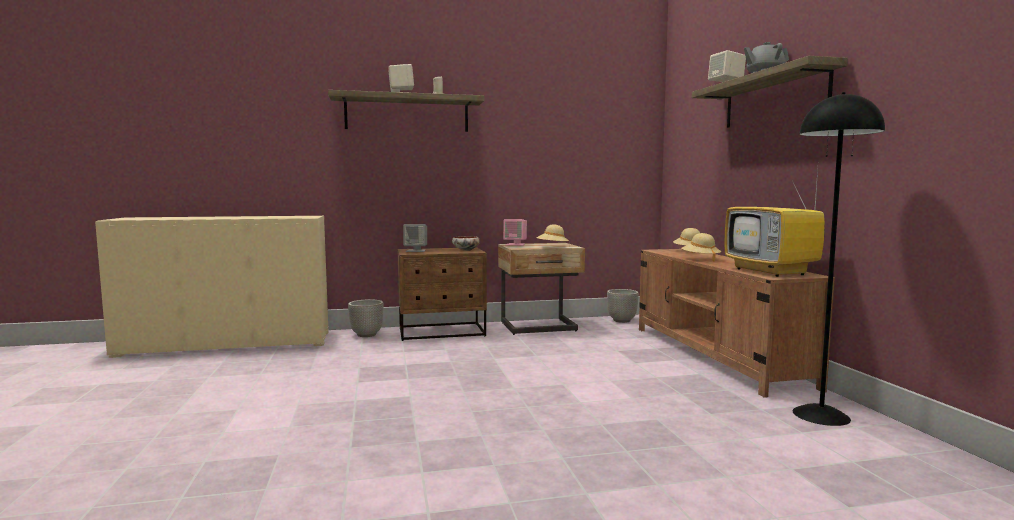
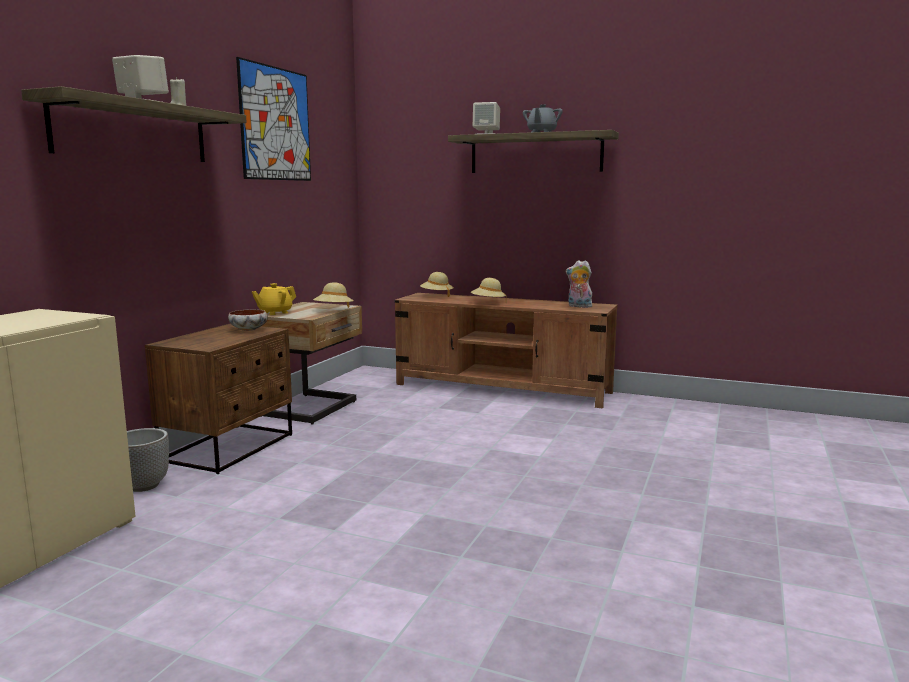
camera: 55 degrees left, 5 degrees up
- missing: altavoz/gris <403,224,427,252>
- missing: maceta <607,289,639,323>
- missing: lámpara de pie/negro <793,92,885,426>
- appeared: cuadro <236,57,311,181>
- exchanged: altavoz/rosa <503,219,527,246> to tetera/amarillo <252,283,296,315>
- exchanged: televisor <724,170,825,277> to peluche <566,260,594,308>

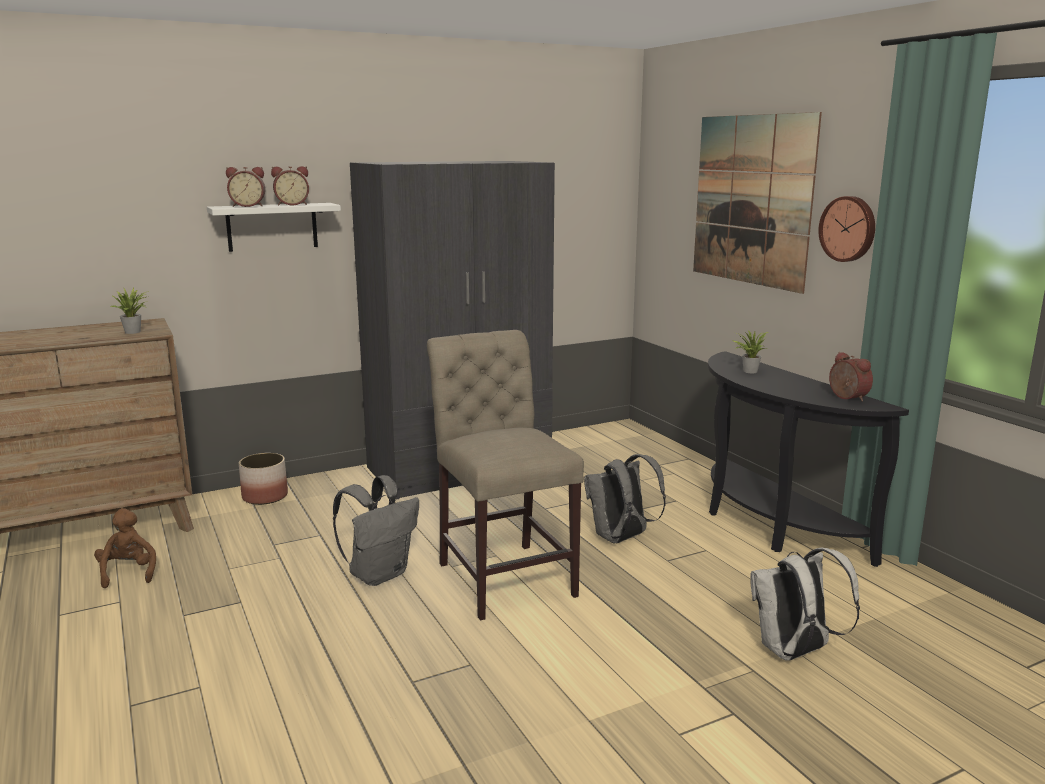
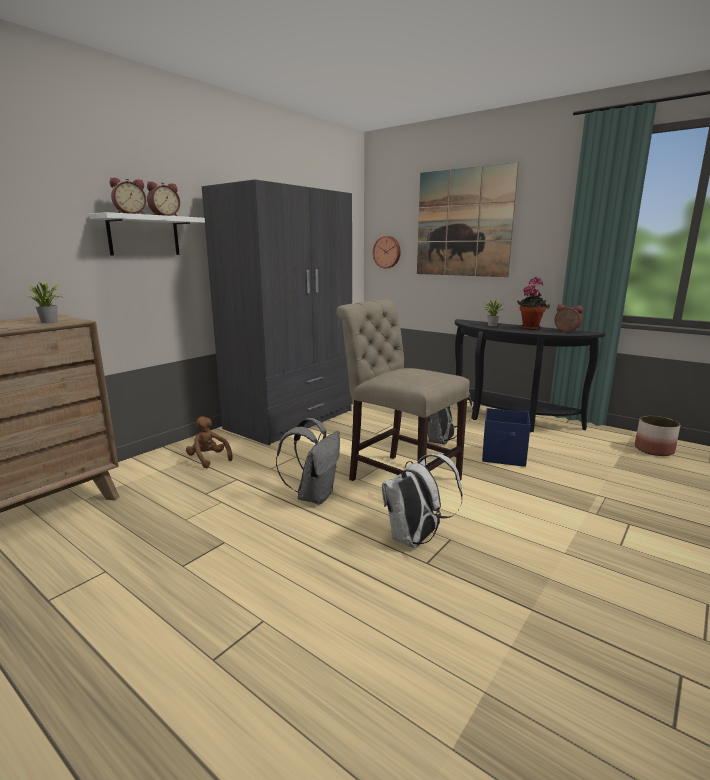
camera: 25 degrees left, 0 degrees up
- appeared: caja de almacenaje/azul <482,408,531,467>
- appeared: planta en maceta <517,277,550,330>
- relocated: peluche/marrón <94,508,156,588> to <186,416,233,468>
- relocated: maceta <239,453,288,505> to <635,416,680,456>
- relocated: mochila/blanco <750,548,860,661> to <382,454,463,548>
- relocated: reloj de pared <818,196,875,262> to <373,236,401,268>

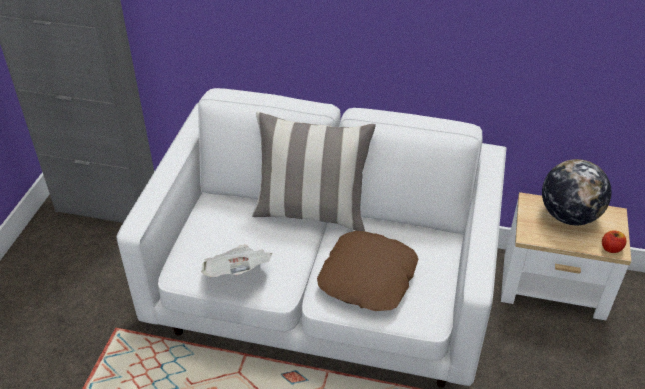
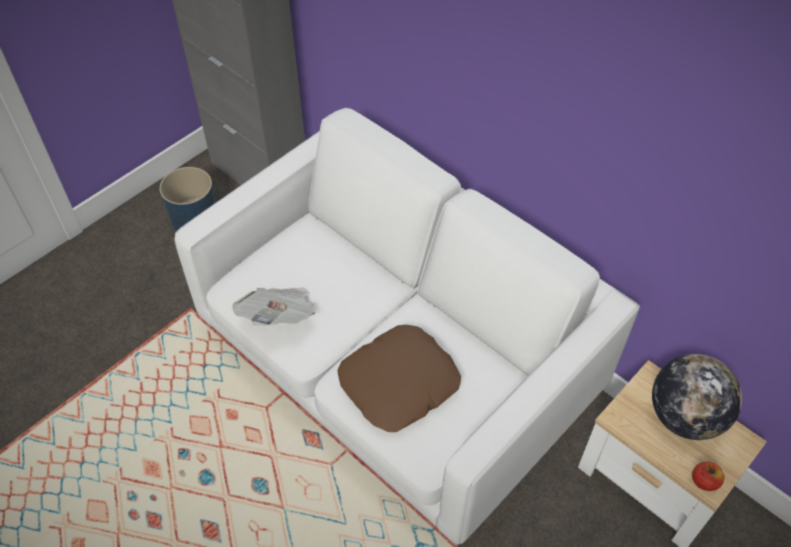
camera: 30 degrees right, 10 degrees up
- missing: cojín <252,112,376,231>
- appeared: maceta/azul <159,167,216,231>

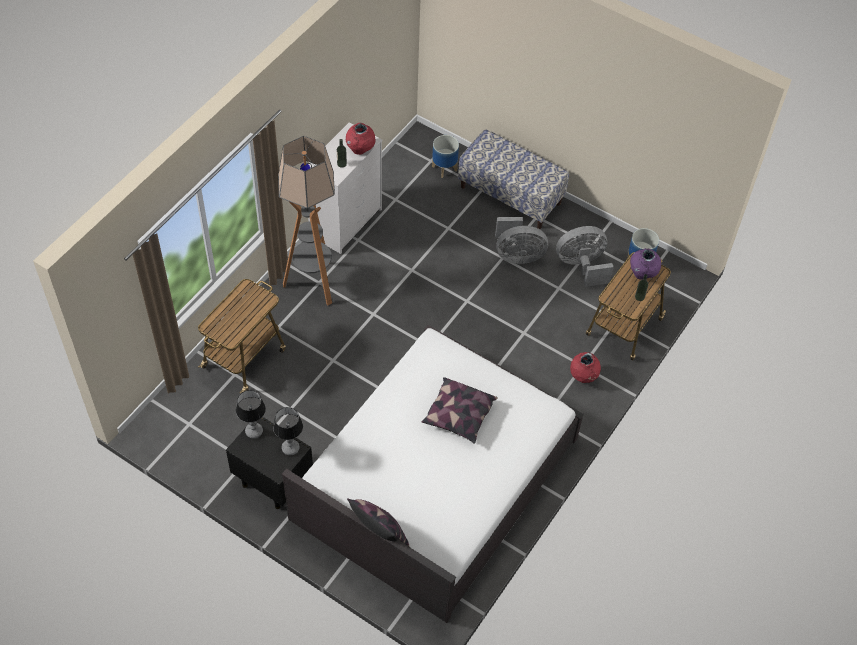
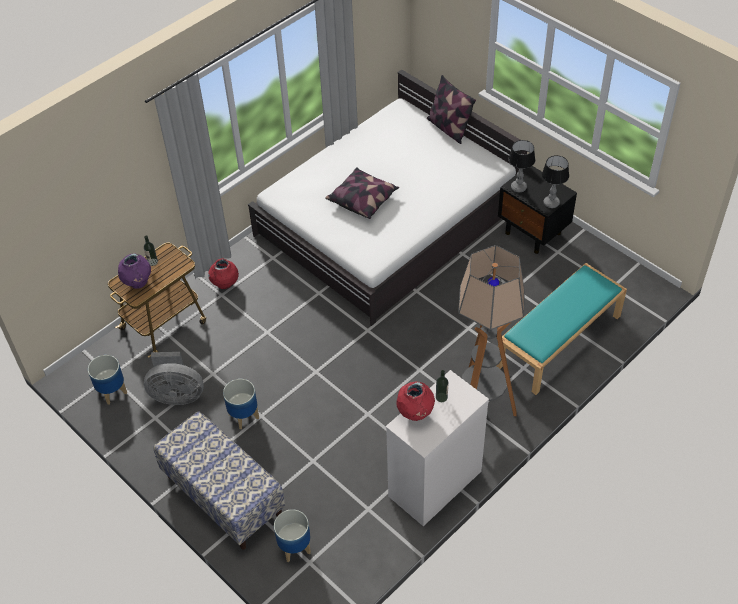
camera: 165 degrees left, 5 degrees down
- exchanged: carrito <198,279,286,393> to banco/turquesa <496,263,627,395>
- exchanged: ventilador/gris <495,217,548,264> to maceta <223,379,259,429>

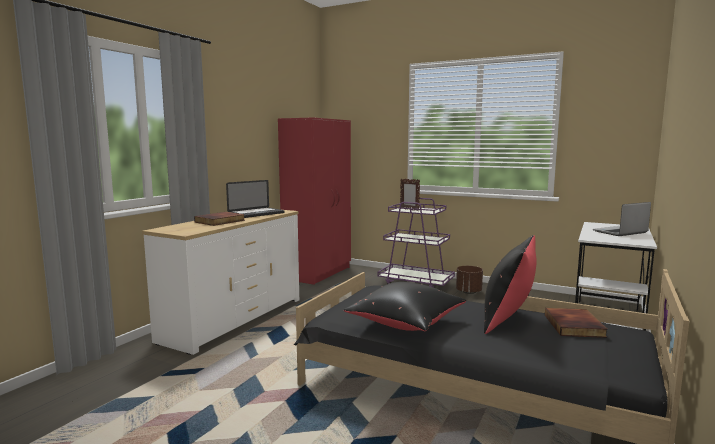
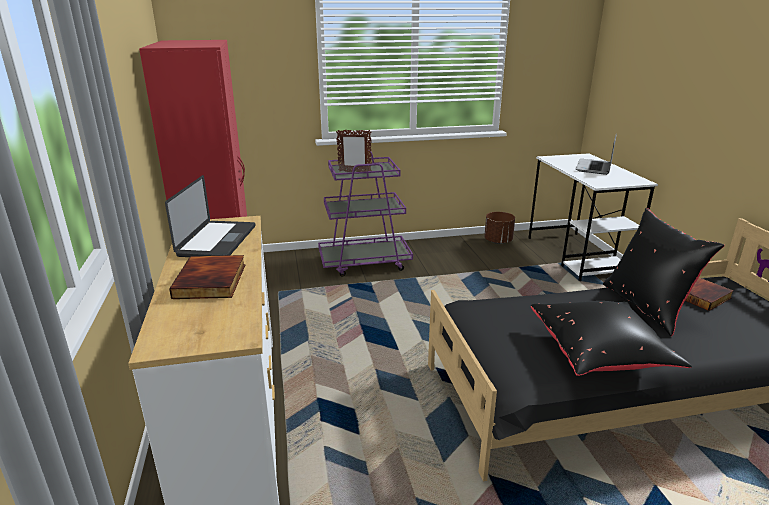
camera: 40 degrees left, 15 degrees up
- relocated: maceta/marrón <456,266,483,294> to <484,212,515,244>

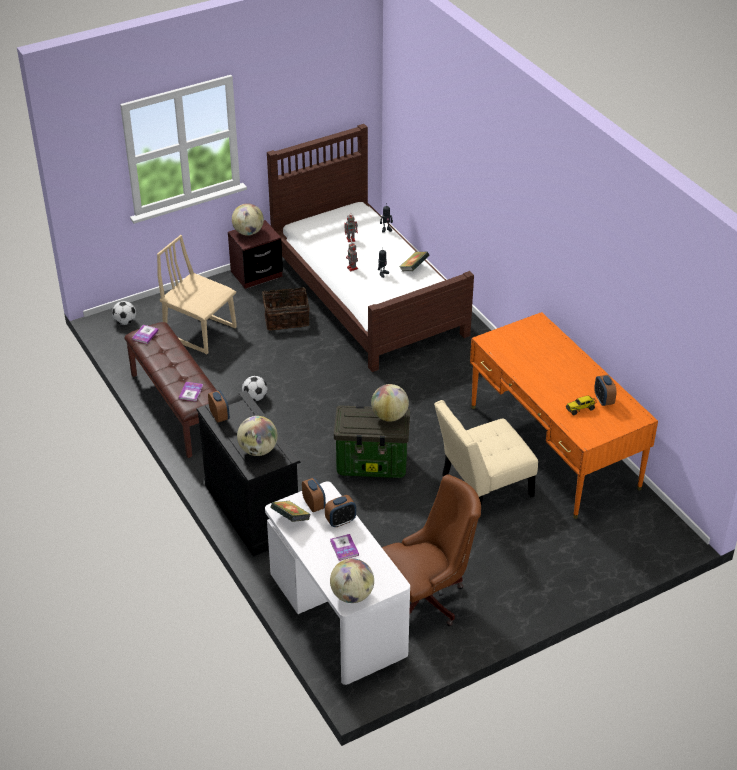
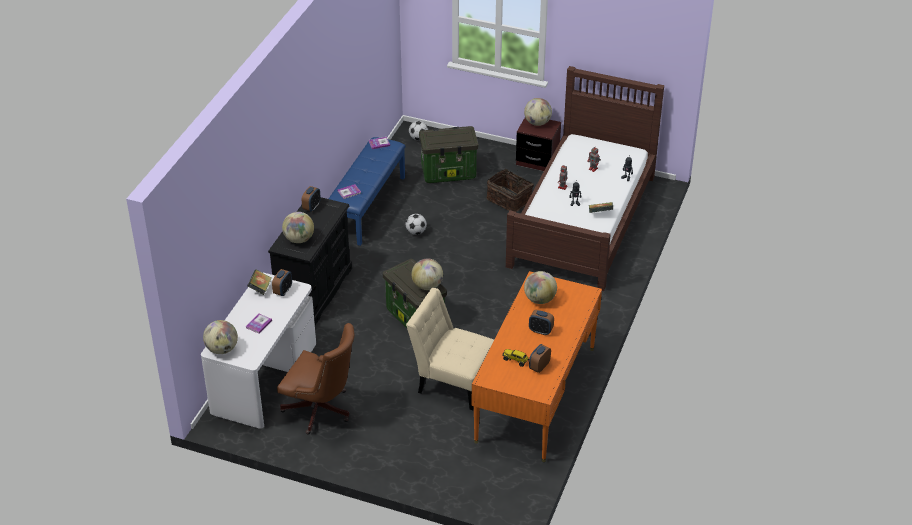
camera: 50 degrees right, 0 degrees up
- appeared: globo terráqueo <524,271,557,304>
- relocated: despertador <325,495,356,527> to <529,310,554,336>
- exchanged: silla/beis <157,235,237,354> to caja de almacenaje <419,126,478,183>
- colour: banco/marrón <124,322,217,458> to banco/azul <329,137,406,246>

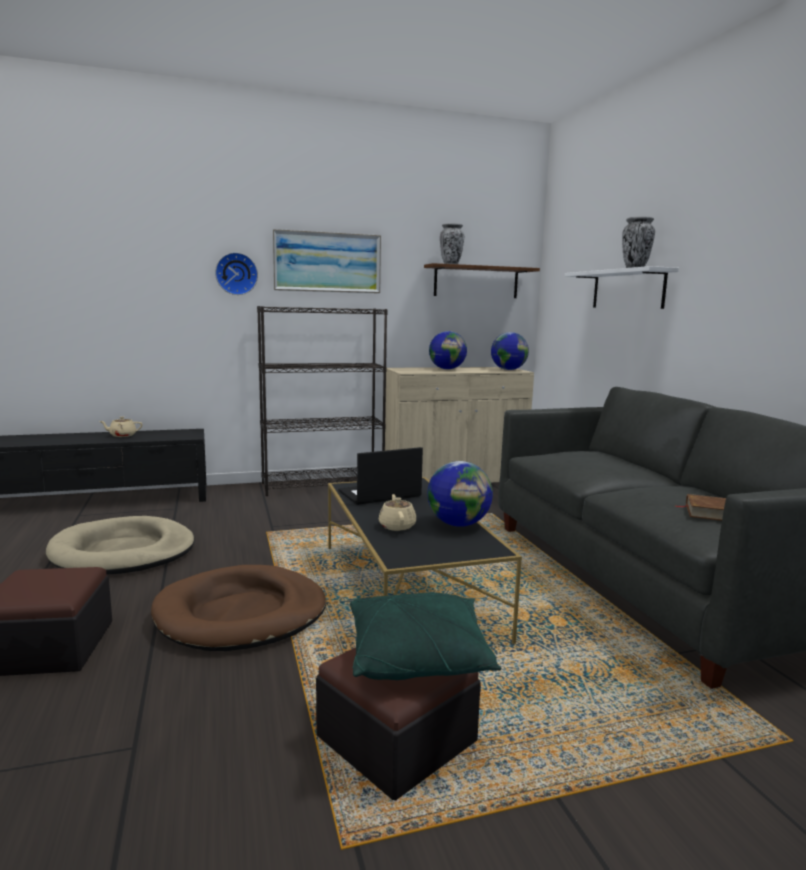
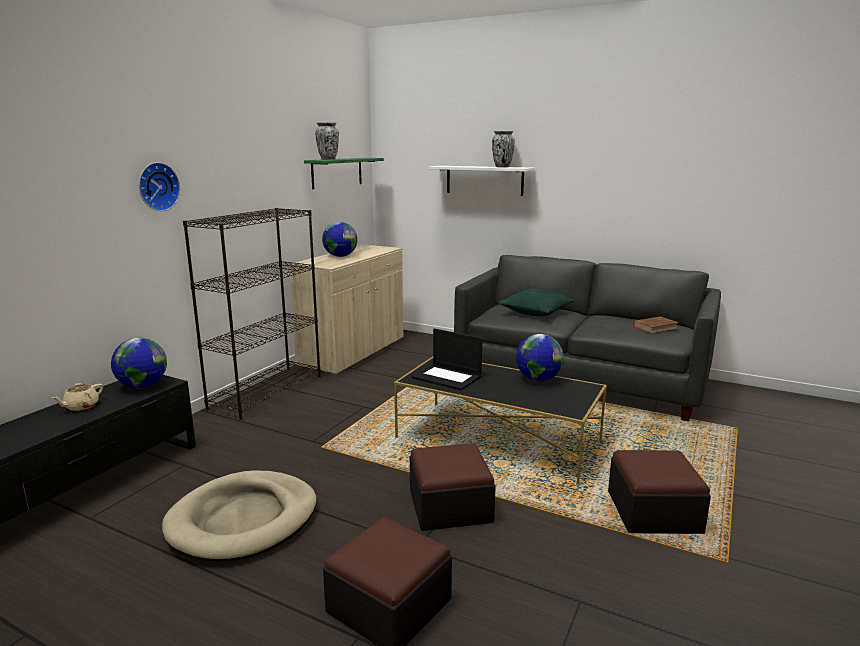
camera: 45 degrees left, 5 degrees up
- missing: cuadro <272,229,381,293>
- missing: tetera/beis <379,494,416,531>
- relocated: cojín/verde <350,593,501,680> to <498,289,575,316>
- relocated: globo terráqueo <491,332,529,370> to <111,338,167,388>
- exchanged: cama para perro/marrón <151,565,326,651> to puf <410,443,496,531>
- colour: estante/marrón <424,263,540,298> to estante/verde <304,158,384,189>
- spun: portátil <338,447,423,505> = <412,328,483,390> 75 degrees counterclockwise

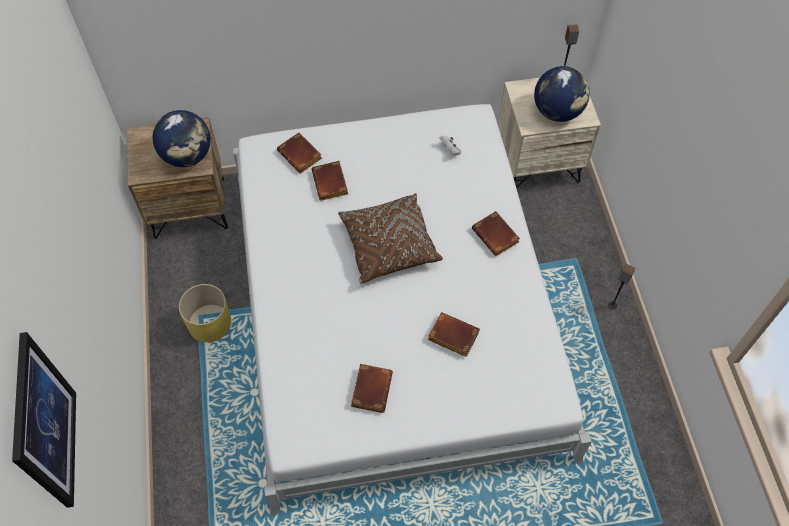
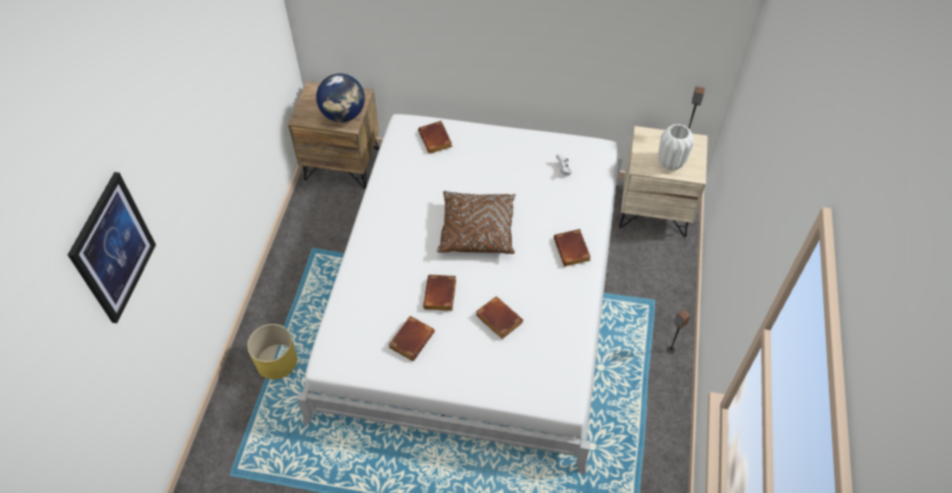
camera: 20 degrees right, 5 degrees down
- relocated: maceta/amarillo <179,284,231,342> to <247,324,297,379>
- relocated: libro/marrón <311,161,348,201> to <423,275,456,311>
- exchanged: globo terráqueo <534,66,590,122> to florero/blanco <658,124,694,170>

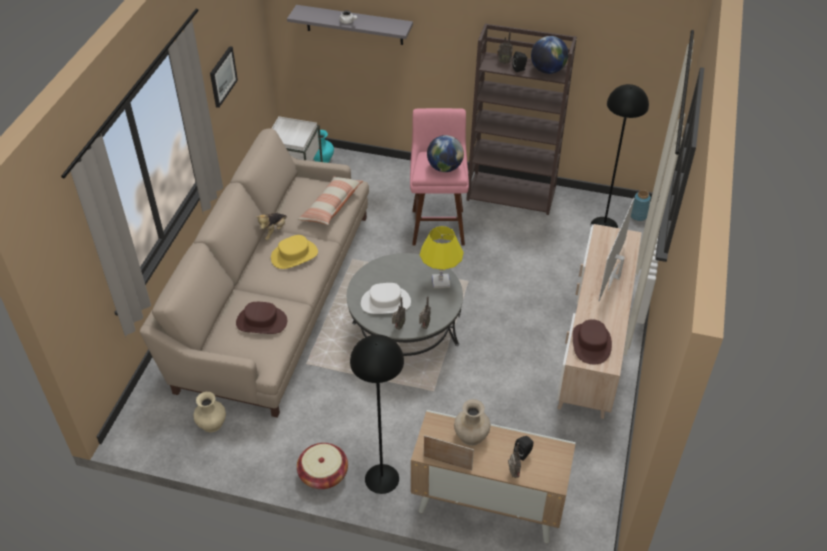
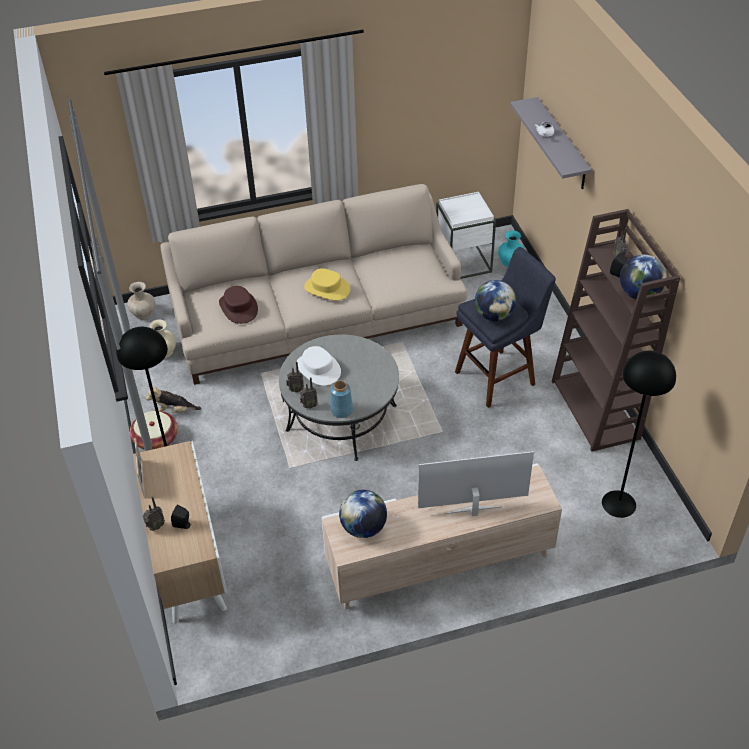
camera: 60 degrees right, 0 degrees up
- missing: cuadro <210,46,238,108>
- missing: cojín <297,176,363,225>
- missing: lámpara de mesa/amarillo <420,226,464,288>
- relocated: peluche <256,212,287,240> to <146,385,201,413>
- relocated: florero/beis <454,399,491,446> to <127,282,155,320>
- relocated: florero/azul <631,190,651,221> to <330,380,353,418>
- exchanged: sombrero/marrón <573,319,612,364> to globo terráqueo <339,490,387,538>
- colour: taburete/rosa <410,108,469,245> to taburete/azul <455,247,556,408>

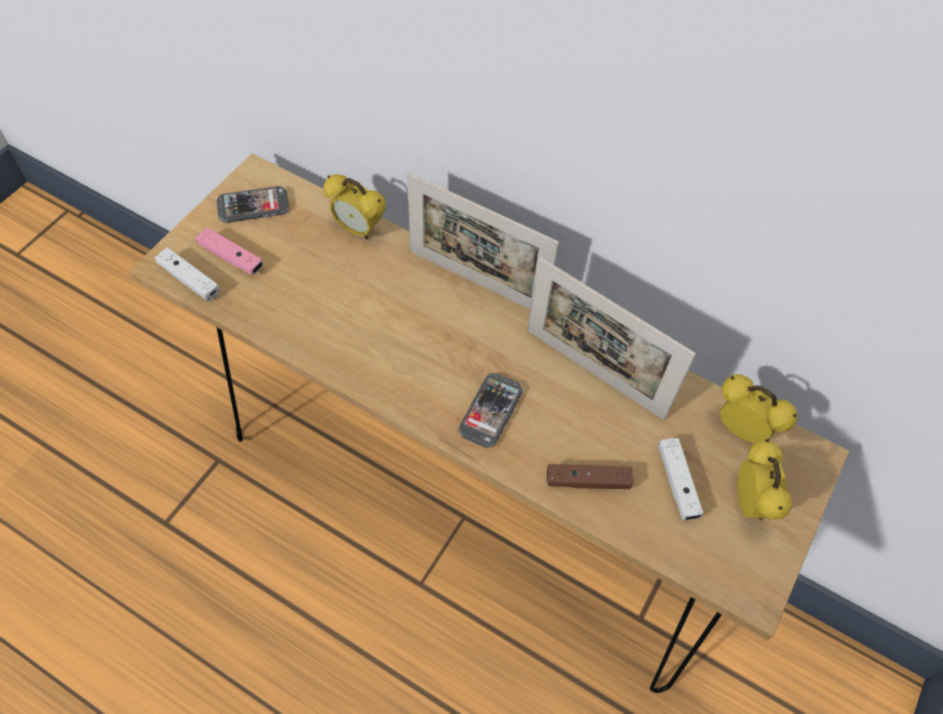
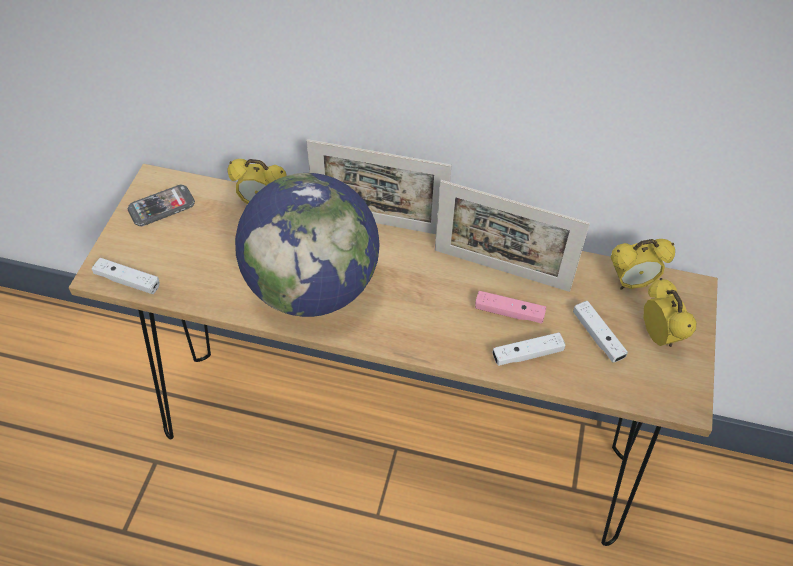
camera: 15 degrees left, 5 degrees down
- missing: móvil <458,373,523,448>
- appeared: globo terráqueo <235,173,380,317>
- relocated: mando de consola/rosa <196,227,263,275> to <475,291,546,324>
- colour: mando de consola/marrón <547,464,633,489> to mando de consola/blanco <492,332,566,366>
- spun: despertador <720,374,798,443> = <611,239,675,290> 150 degrees clockwise

